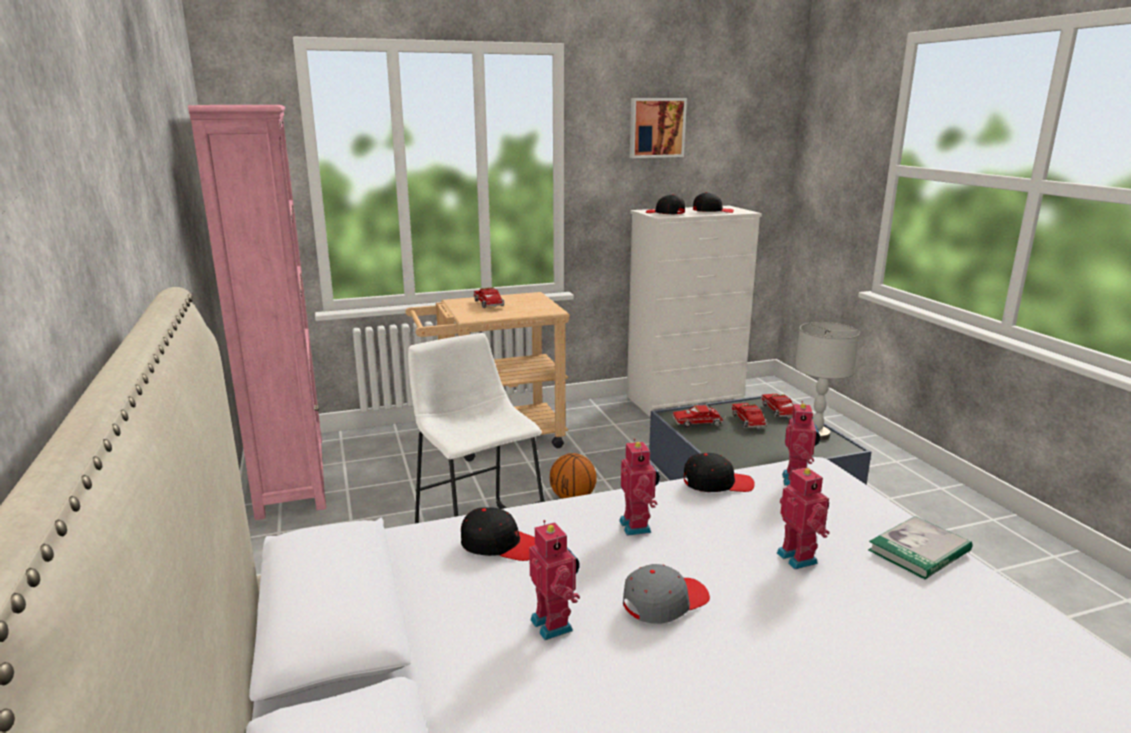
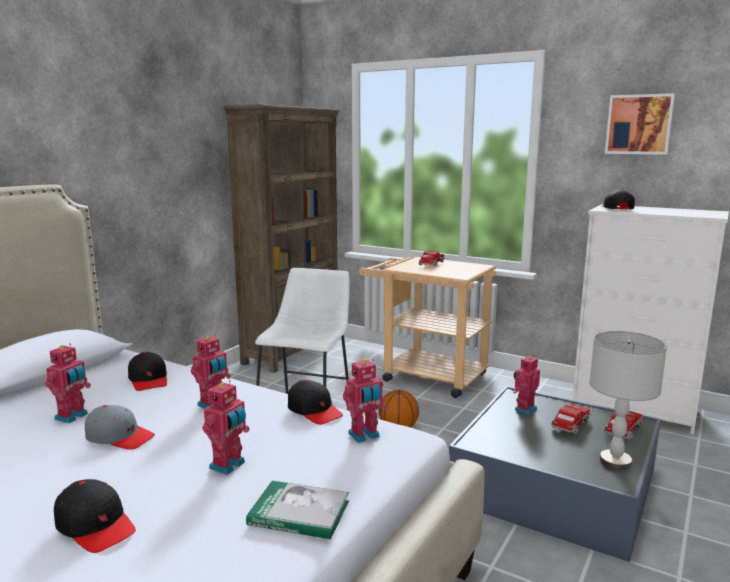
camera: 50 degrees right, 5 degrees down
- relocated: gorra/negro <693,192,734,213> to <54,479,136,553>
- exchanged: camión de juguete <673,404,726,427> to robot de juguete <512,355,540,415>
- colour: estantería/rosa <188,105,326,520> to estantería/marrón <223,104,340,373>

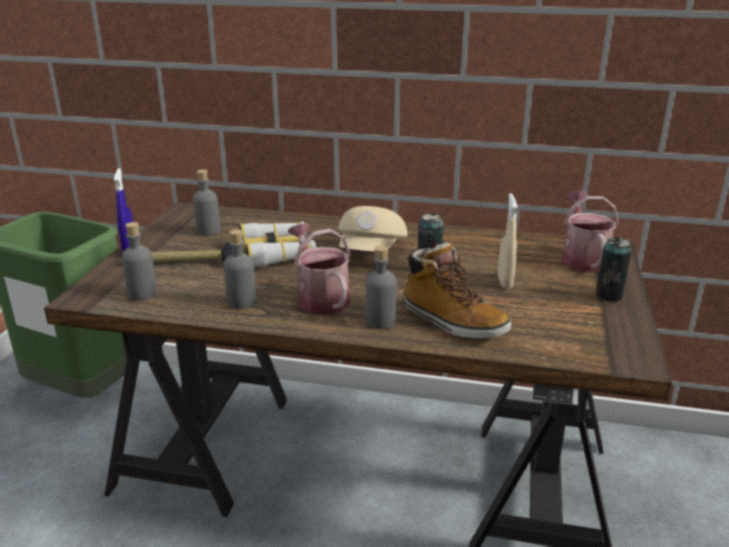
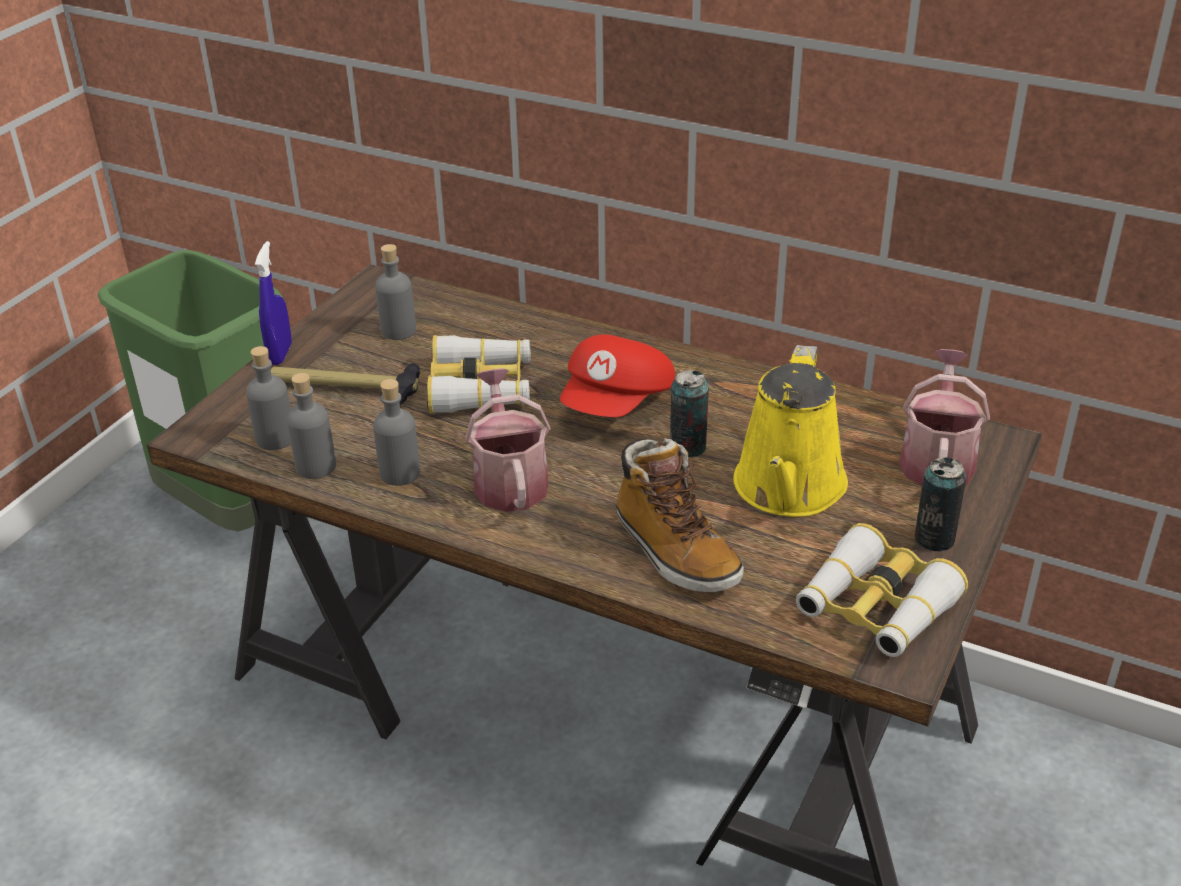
camera: 15 degrees right, 10 degrees up
- appeared: prismáticos <796,523,968,657>
- relocated: botella/gris <366,245,397,329> to <287,373,336,479>
- exchanged: pulverizador/beis <498,193,518,289> to regadera/amarillo <733,345,848,517>
- colour: gorra/beis <338,206,408,251> to gorra/rojo <560,334,676,417>

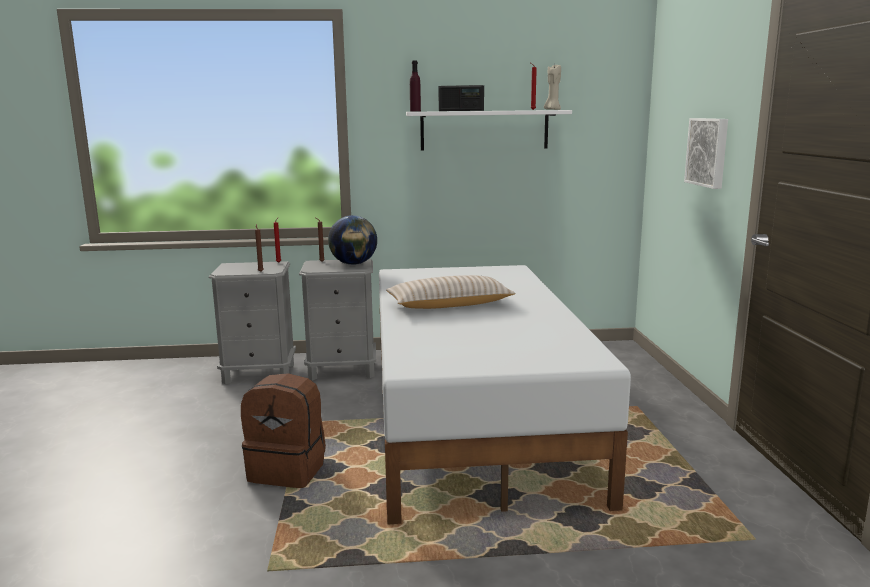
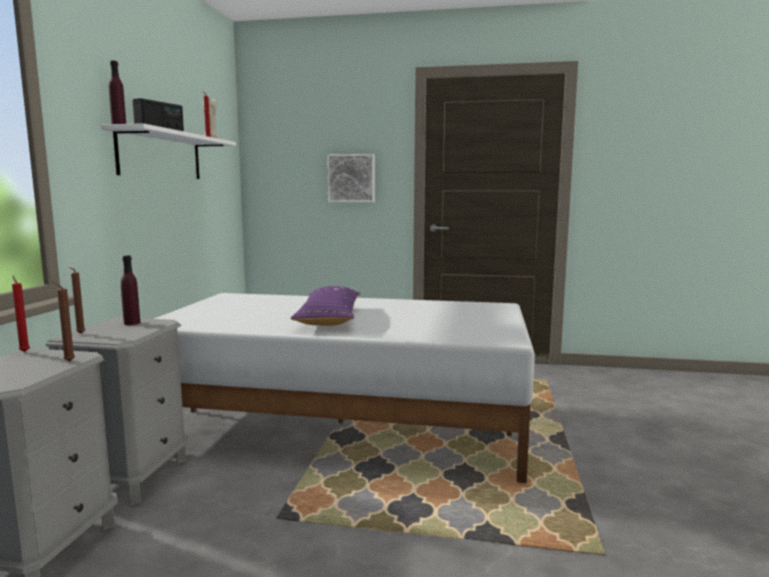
camera: 75 degrees left, 5 degrees down
- missing: mochila/marrón <241,373,326,488>
- exchanged: globo terráqueo <328,215,377,265> to botella/morado <121,256,141,325>
- colour: cojín/beis <386,275,515,309> to cojín/morado <290,286,361,326>

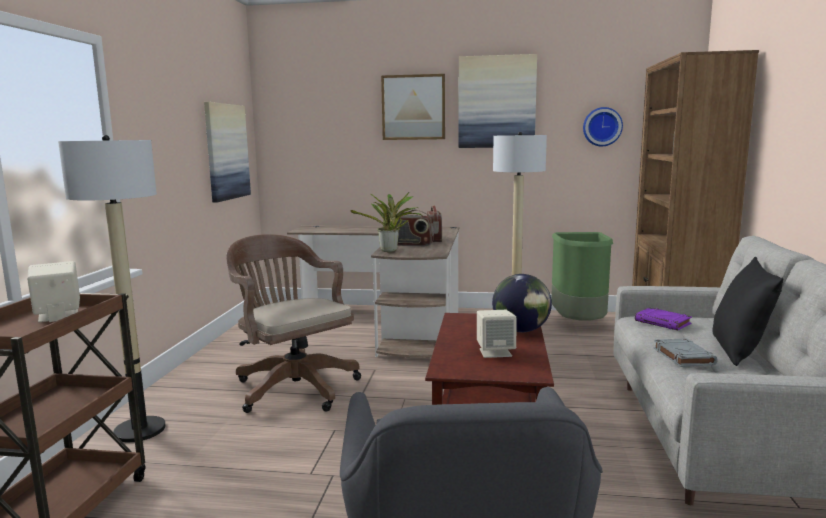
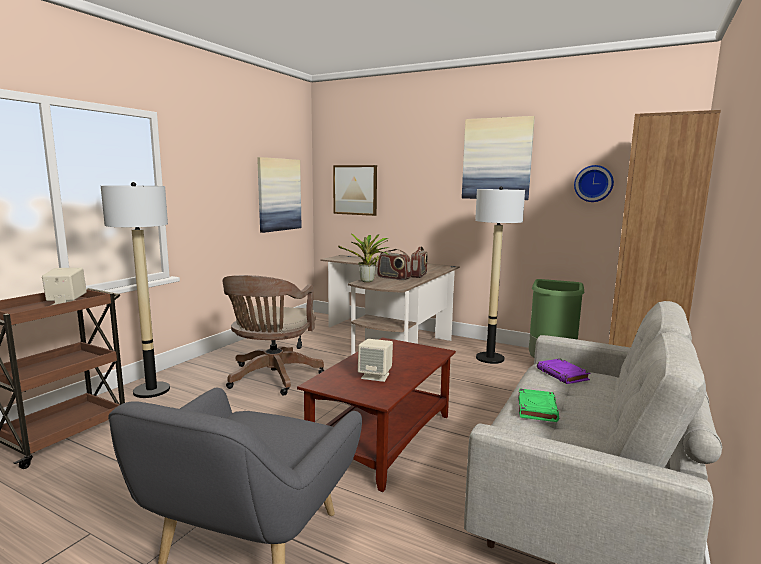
camera: 20 degrees right, 0 degrees up
- missing: globo terráqueo <492,274,552,332>
- missing: cojín/negro <712,257,783,366>
- relocated: cuadro <381,74,445,140> to <333,165,377,216>
- colour: libro/gris <654,338,718,367> to libro/verde <518,388,559,422>
- spun: silla de oficina/marrón <226,234,361,413> = <223,275,324,395> 150 degrees counterclockwise

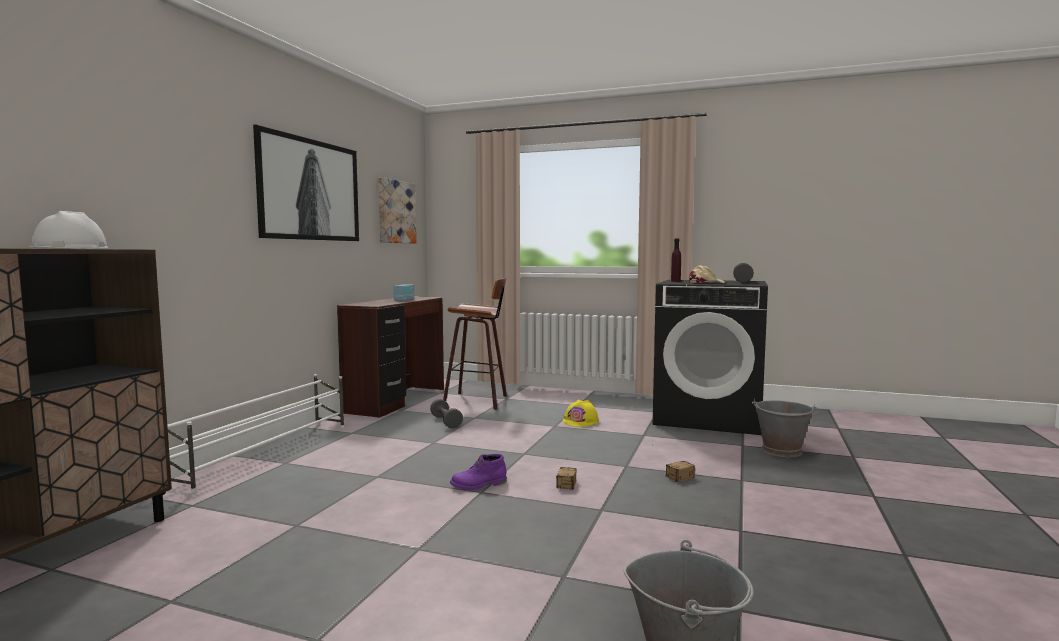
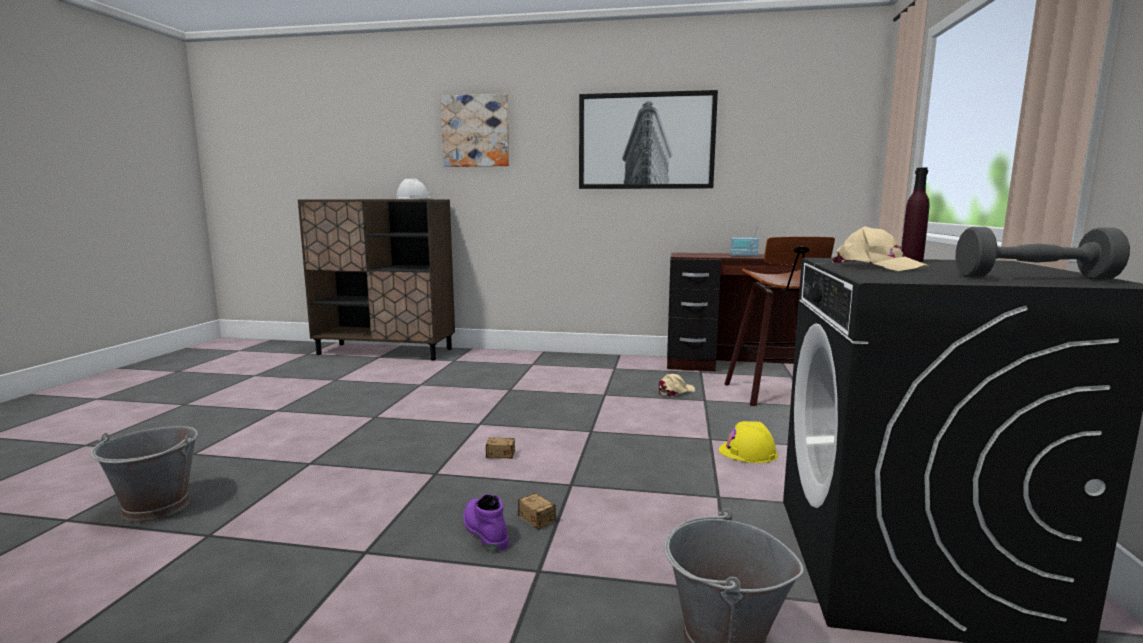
camera: 80 degrees right, 5 degrees up
- missing: zapatero/blanco <167,374,344,493>
- relocated: cuadro <378,177,417,244> to <440,94,509,167>
- relocated: bota/morado <450,454,507,490> to <463,494,509,551>
- exchanged: mancuerna/gris <430,399,463,428> to gorra/beis <659,374,695,397>

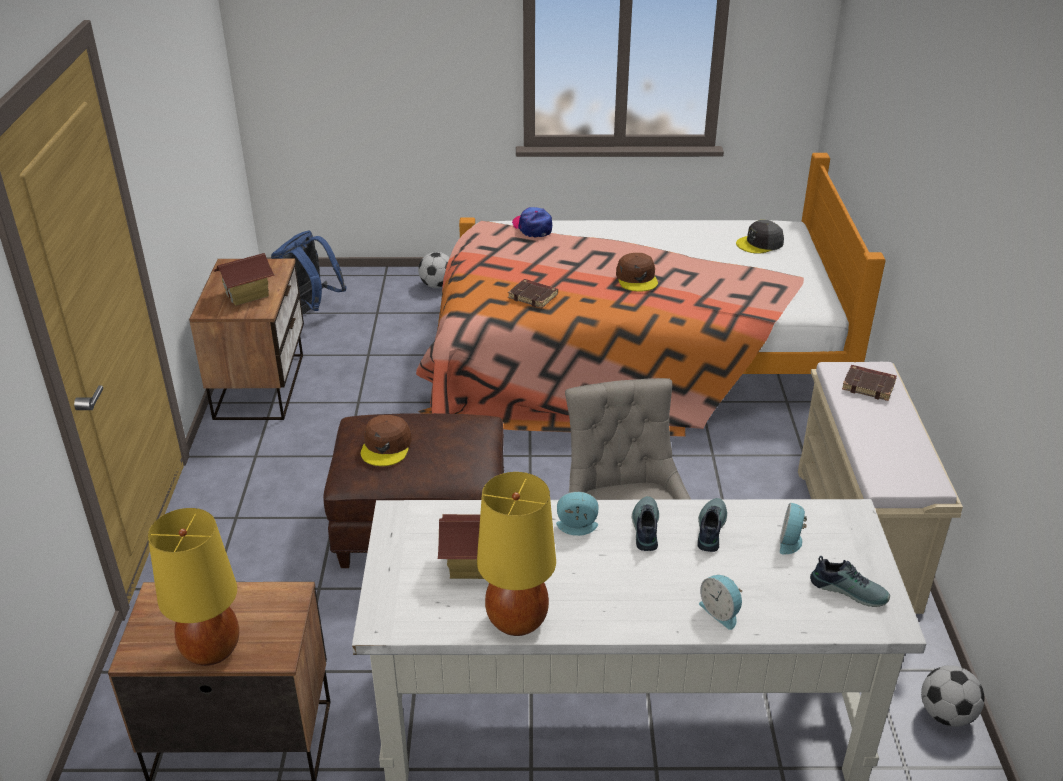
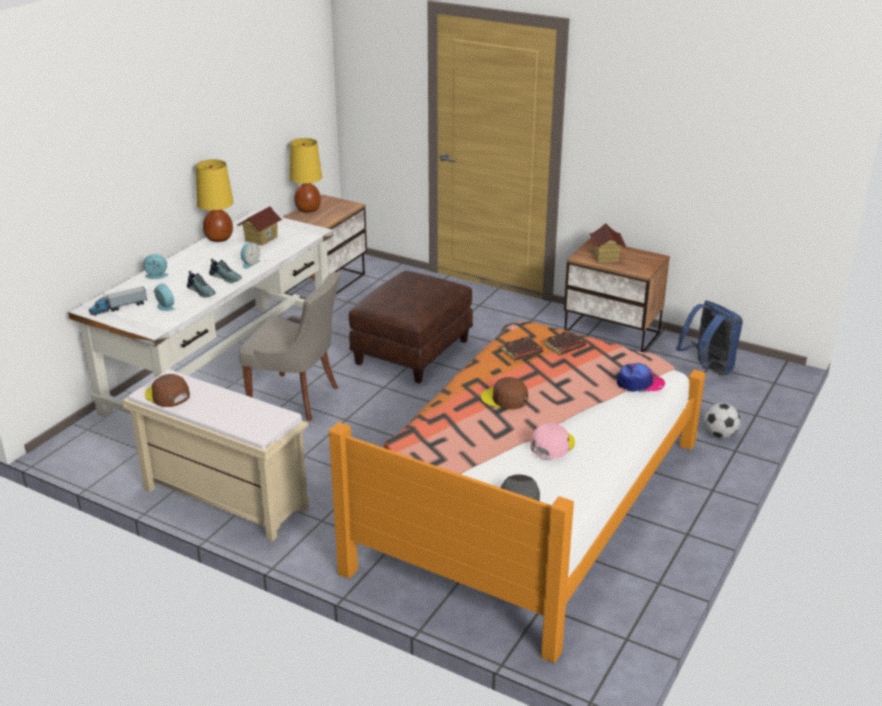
camera: 120 degrees right, 5 degrees down
- missing: balón de fútbol <921,665,985,727>
- appeared: gorra/rosa <530,423,575,459>
- relocated: gorra/marrón <361,415,412,466> to <145,374,190,407>
- relocated: libro/marrón <842,365,897,401> to <544,331,586,355>
- exchanged: zapato <810,556,890,607> to camión de juguete <89,286,147,316>

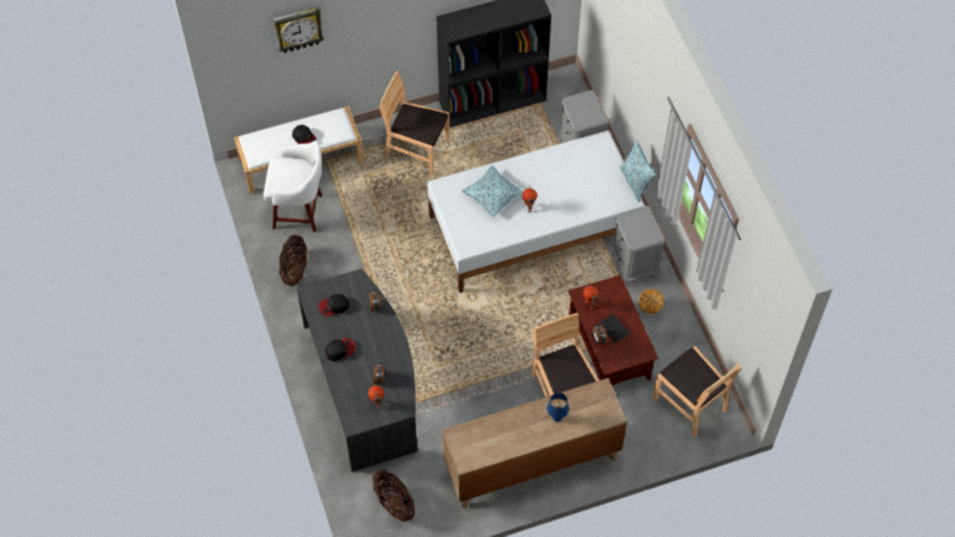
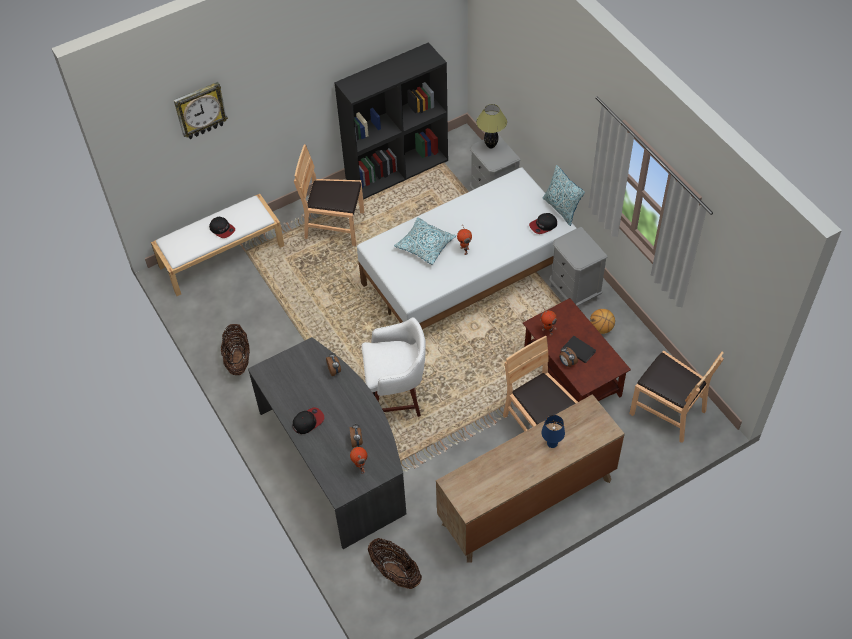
camera: 10 degrees left, 5 degrees down
- appeared: lámpara de mesa <476,104,507,148>
- relocated: taburete/blanco <263,141,322,232> to <362,317,426,417>
- relocated: gorra <318,294,349,316> to <529,213,557,234>

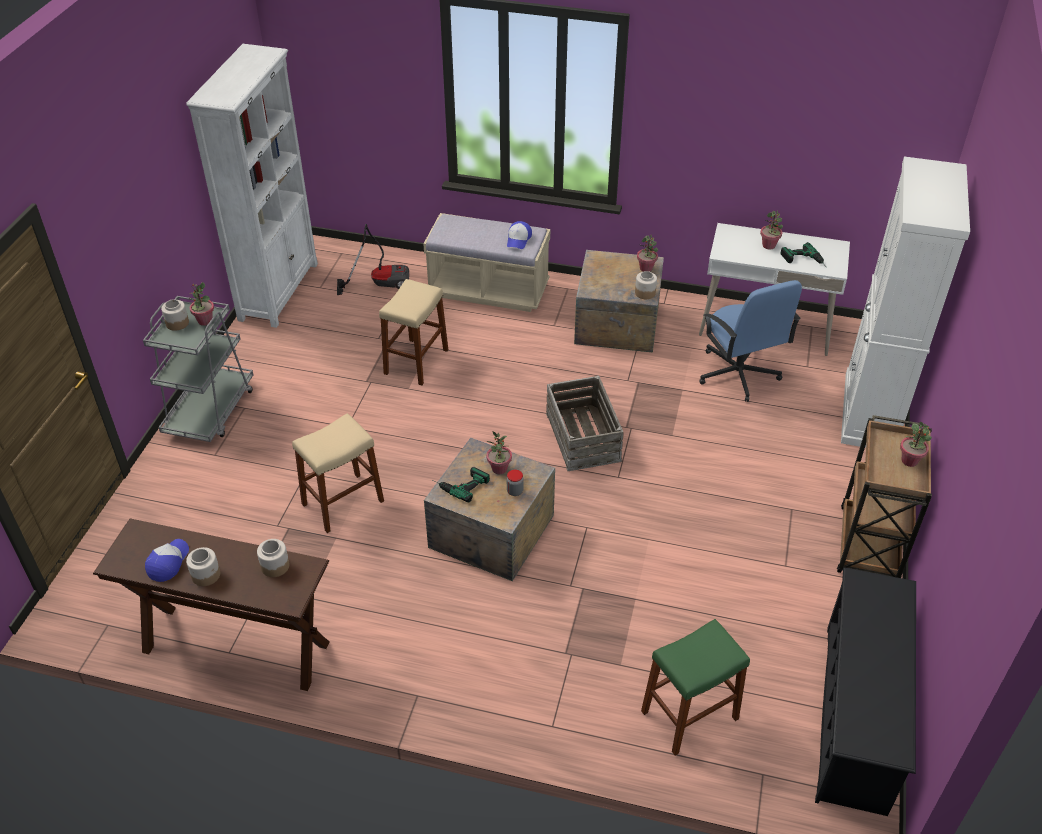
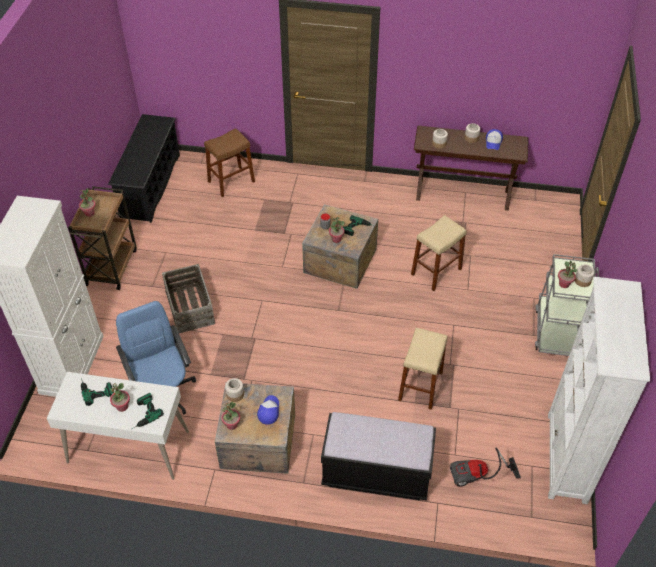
camera: 175 degrees right, 5 degrees up
- appeared: taladro <132,393,164,429>
- relocated: gorra <507,221,532,249> to <257,395,279,425>
- relocated: caja de embalaje <546,376,624,471> to <162,264,215,333>
- colour: banco/beis <423,213,550,312> to banco/negro <321,412,436,501>
- colour: taburete/verde <641,619,750,756> to taburete/marrón <204,128,255,197>

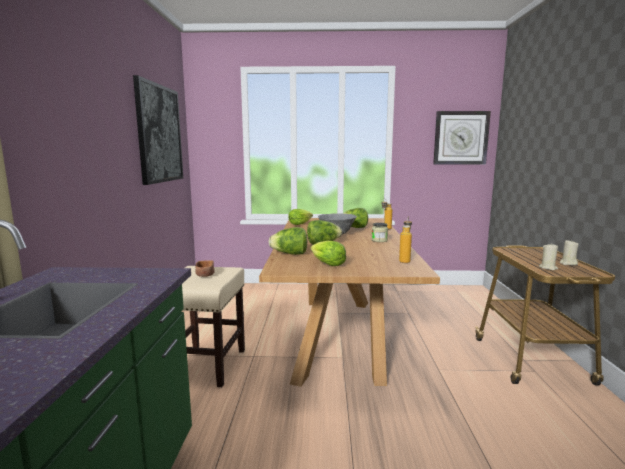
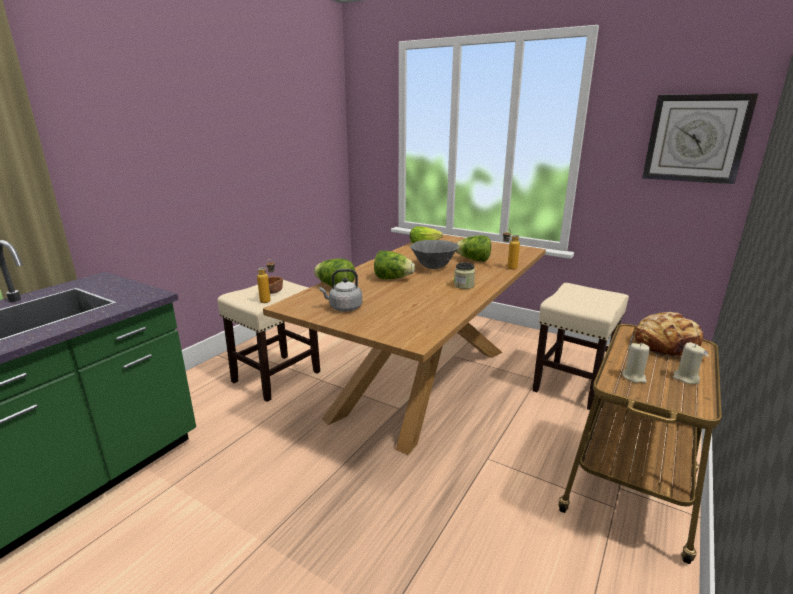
camera: 30 degrees right, 10 degrees up
- missing: cuadro <133,75,183,185>
- appeared: taburete/beis <532,283,629,410>
- appeared: pan <635,312,709,357>
- relocated: botella <399,217,412,263> to <257,259,275,303>
- exchanged: lechuga <311,241,346,266> to hervidor/gris <319,269,362,311>

